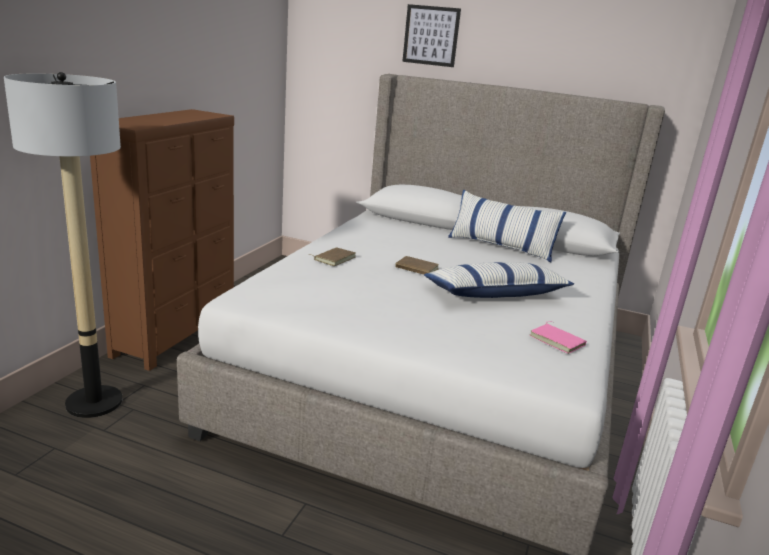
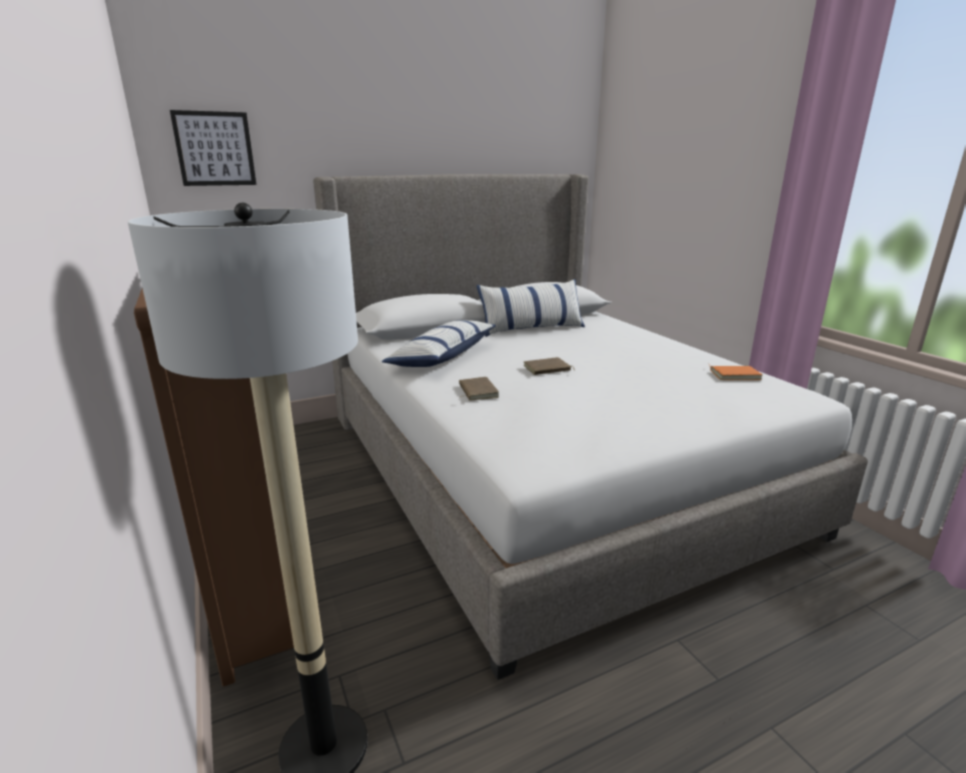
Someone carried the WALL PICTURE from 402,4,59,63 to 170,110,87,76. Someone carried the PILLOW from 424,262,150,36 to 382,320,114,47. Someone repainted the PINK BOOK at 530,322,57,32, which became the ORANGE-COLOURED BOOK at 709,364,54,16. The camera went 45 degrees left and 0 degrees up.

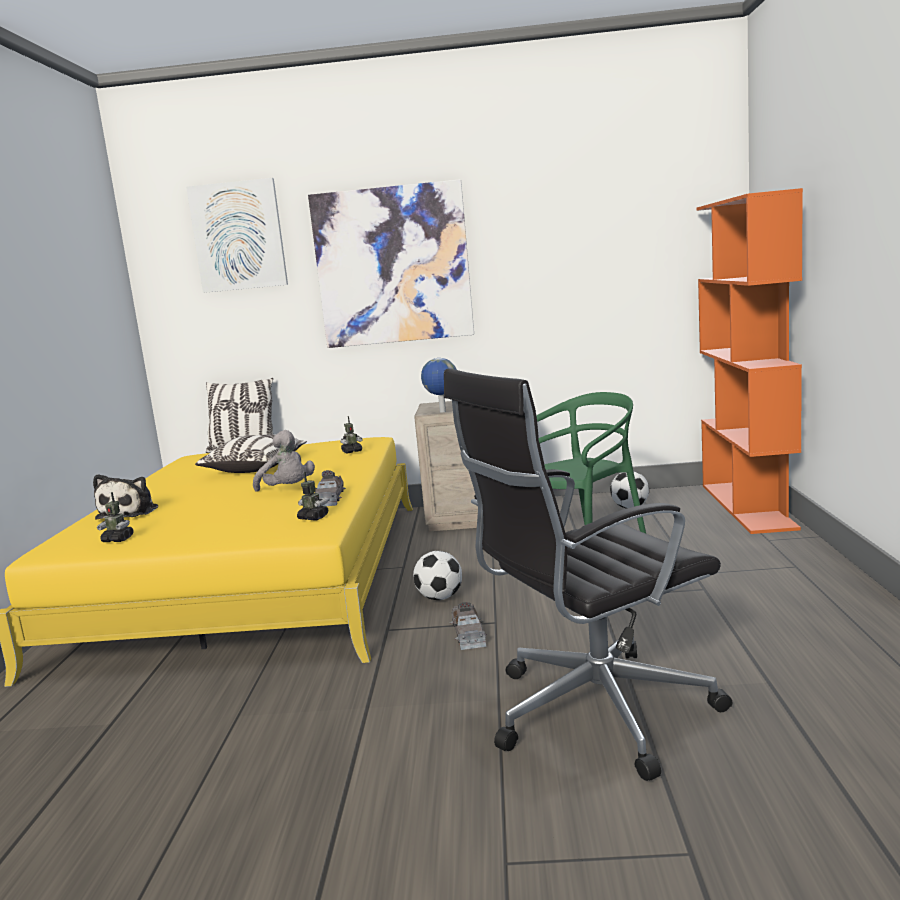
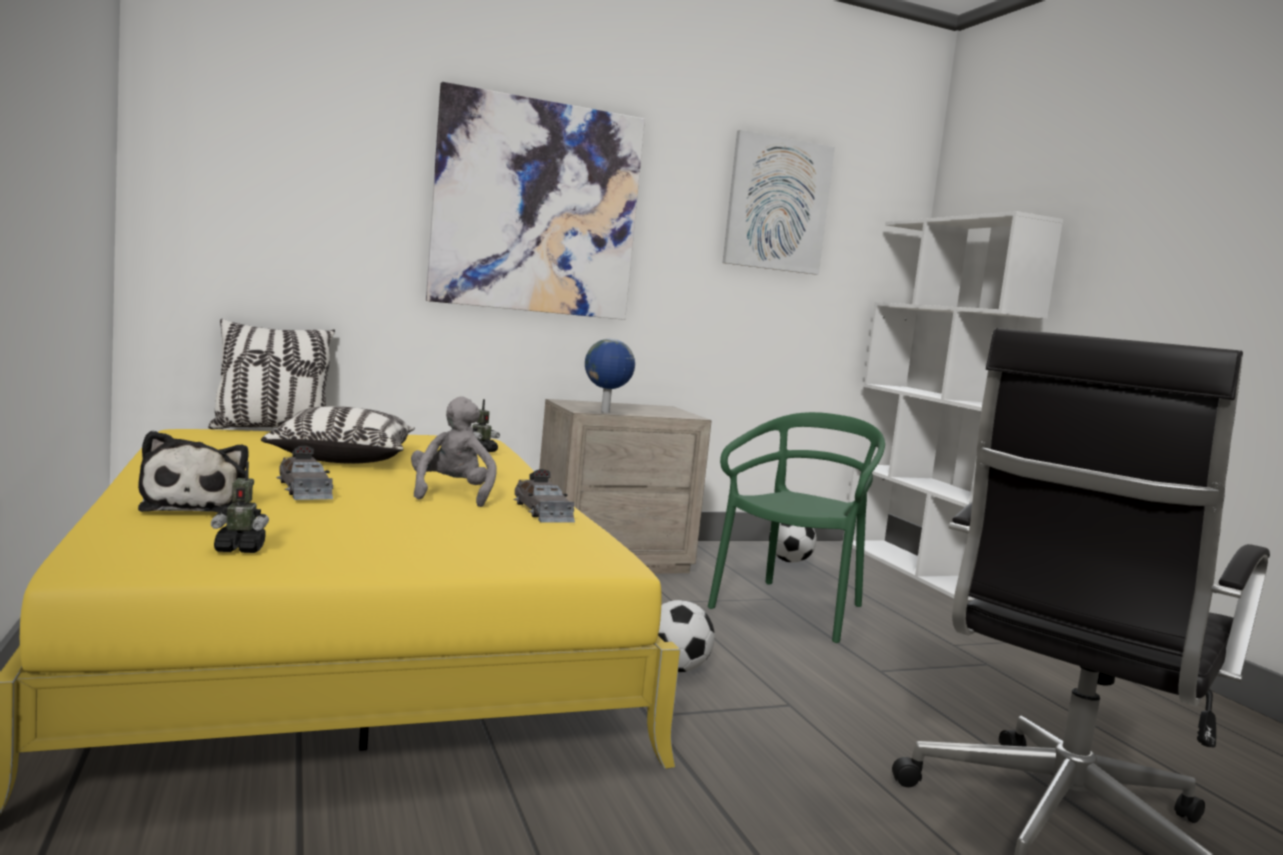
Someone carried the GREYISH TOY CAR from 450,602,37,48 to 276,446,58,54. Someone rotated the GREYISH SOFT TOY at 253,430,62,62 by 120 degrees counterclockwise. Someone carried the WALL PICTURE from 186,178,102,115 to 722,130,113,144. Someone repainted the ORANGE-COLOURED BOOKSHELF at 697,188,106,346, which became the WHITISH BOOKSHELF at 842,211,221,389. Someone took away the MODEL ROBOT at 297,472,31,49. The camera went 25 degrees left and 5 degrees down.

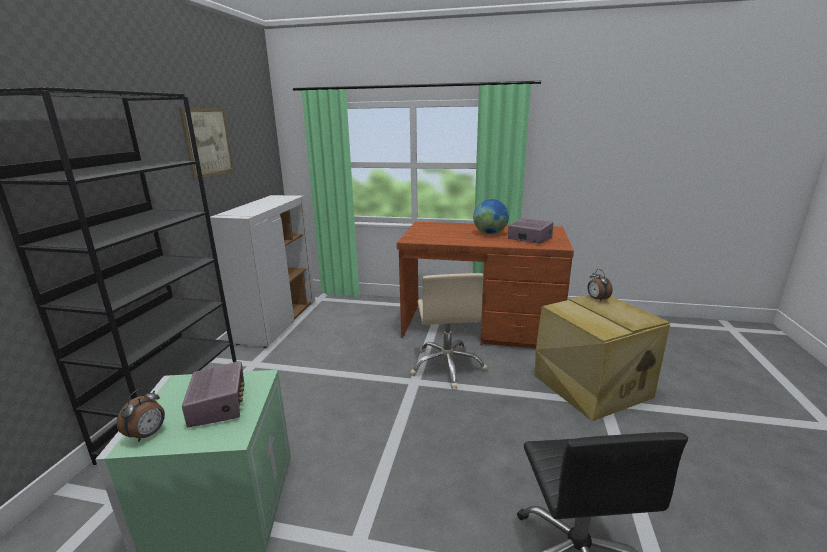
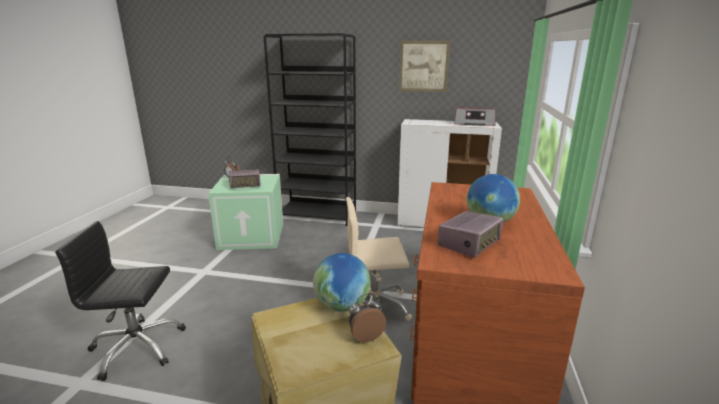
Someone put down the GLOBE at 313,253,57,59. Someone put down the RADIO RECEIVER at 454,108,42,18. The camera went 90 degrees right and 0 degrees up.

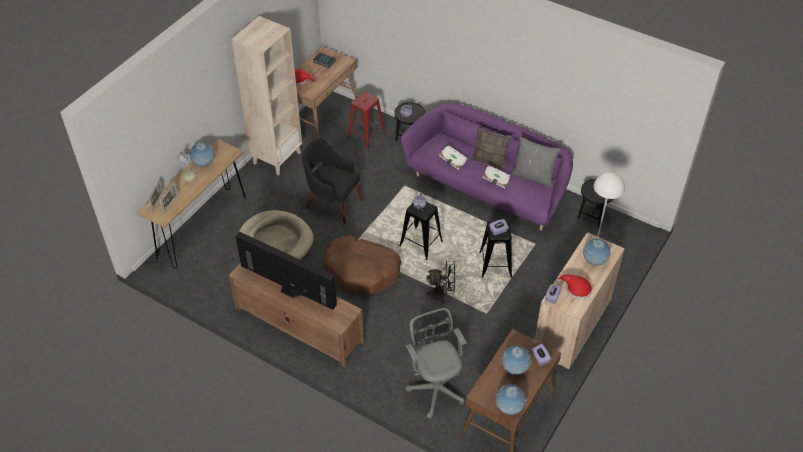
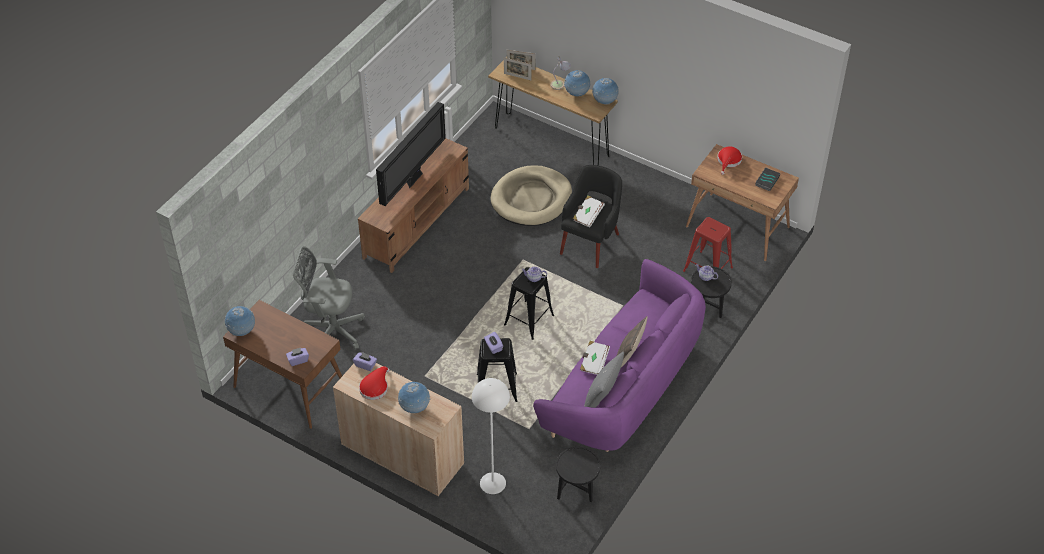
Someone rotated the GREYISH OFFICE CHAIR at 405,308,62,111 by 150 degrees counterclockwise. Someone carried the WHITISH BOOK from 439,145,29,25 to 573,196,32,32. Someone carried the GLOBE from 502,345,29,30 to 592,78,27,27. Someone took away the BEIGE-COLOURED BOOKSHELF at 231,16,71,159. Someone took away the BROWN-COLOURED DOG BED at 323,235,78,60. Someone took away the BLACK COOLING FAN at 425,261,30,43. The camera went 90 degrees right and 0 degrees up.

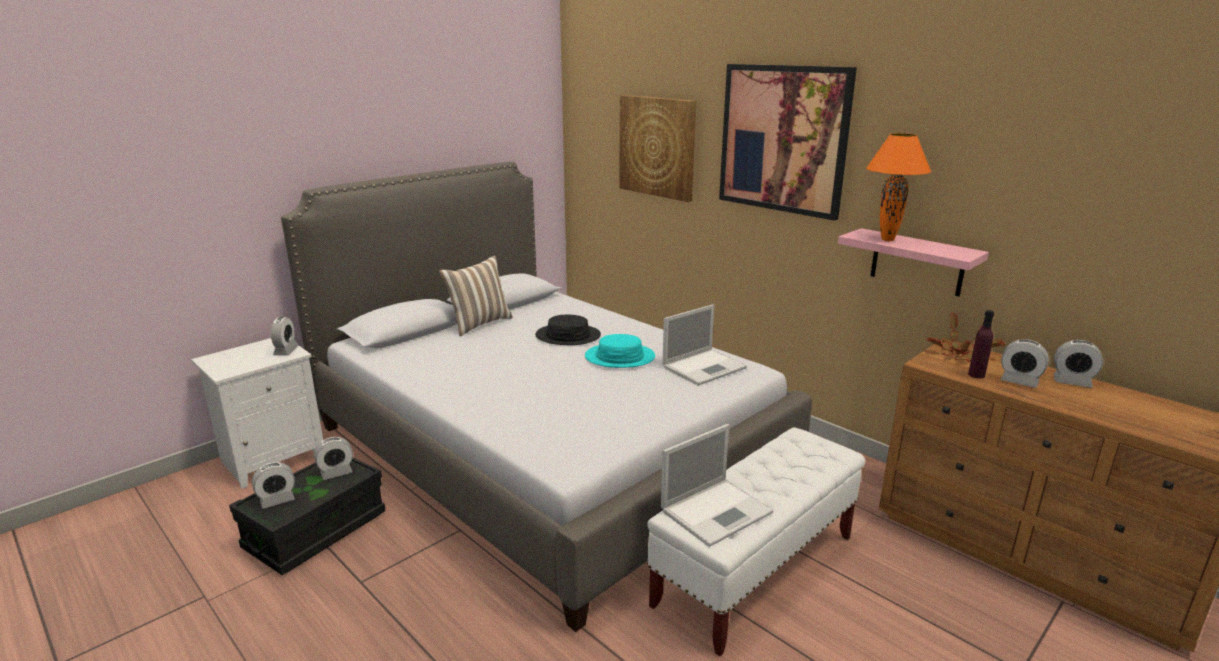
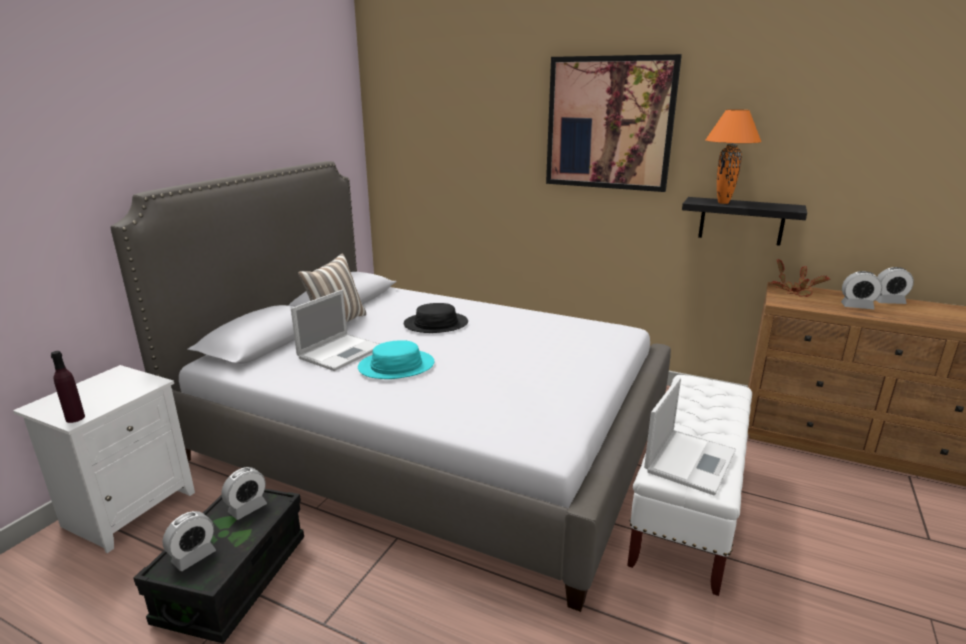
Someone carried the PURPLE DRINK BOTTLE from 968,310,26,69 to 51,351,34,72. Someone carried the PORTABLE COMPUTER from 662,304,85,82 to 291,290,88,81. Someone carried the TURQUOISE WEARABLE HAT from 585,334,70,34 to 358,340,76,39. Someone repainted the PINK WALL SHELF at 838,228,151,68, which became the BLACK WALL SHELF at 682,197,125,49. Someone took away the TABLE CLOCK at 271,317,28,38. Someone took away the WALL PICTURE at 619,95,77,107. The camera went 20 degrees left and 0 degrees up.

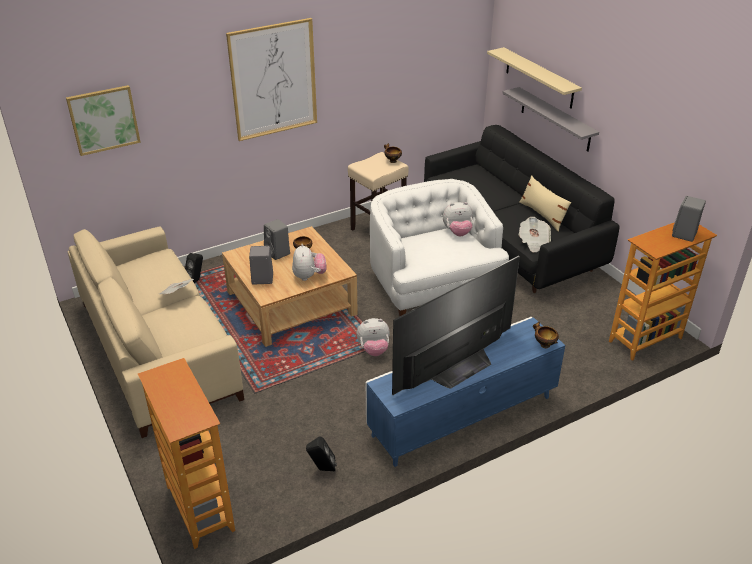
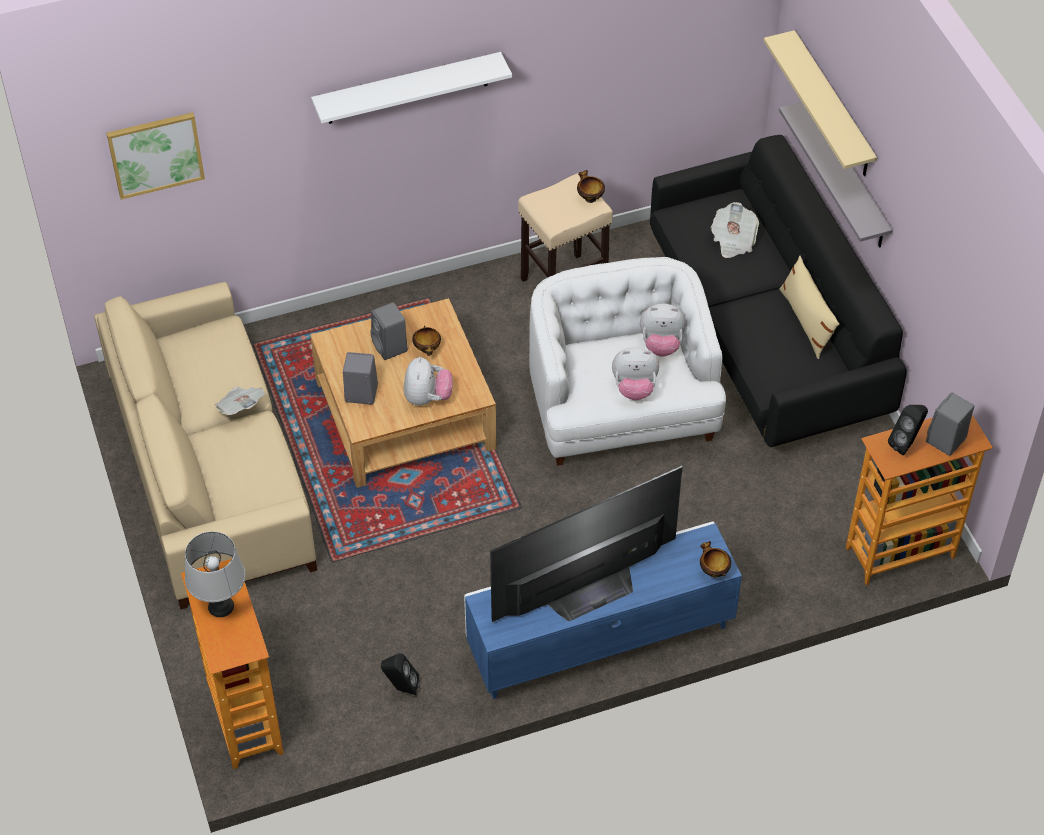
Someone put down the GREYISH LAMP FOR A TABLE at 185,531,60,86. Someone swapped the WALL PICTURE at 226,18,91,123 for the WHITISH WALL SHELF at 311,52,201,72. Someone carried the SOFT TOY from 357,318,33,38 to 612,347,47,53. Someone carried the DAILY PAPER from 519,217,32,36 to 711,202,48,56. Someone carried the BLACK SPEAKER from 185,253,18,30 to 888,405,40,50. The camera went 10 degrees right and 15 degrees up.

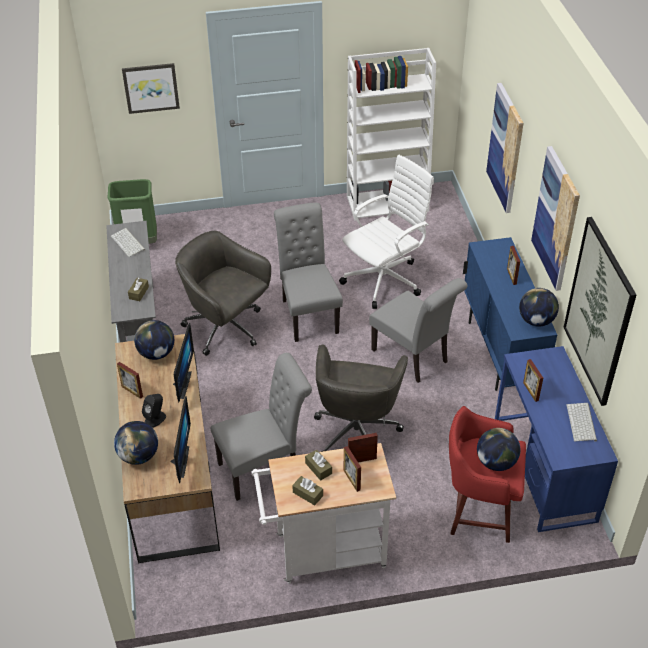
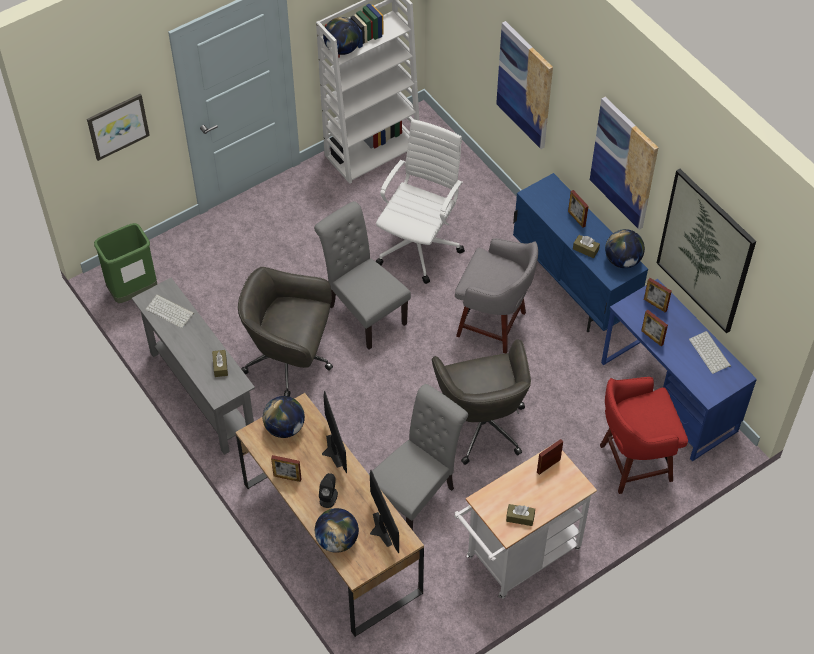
Someone carried the GLOBE from 477,428,44,43 to 323,17,37,38. Someone swapped the GREYISH CHAIR at 369,278,99,105 for the GREYISH STOOL SEAT at 455,238,83,116. Someone carried the BROWN-COLOURED BOX OF TISSUES from 305,450,27,30 to 573,235,27,23. Someone carried the PICTURE FRAME from 344,446,17,46 to 644,278,28,34. The camera went 25 degrees left and 10 degrees up.

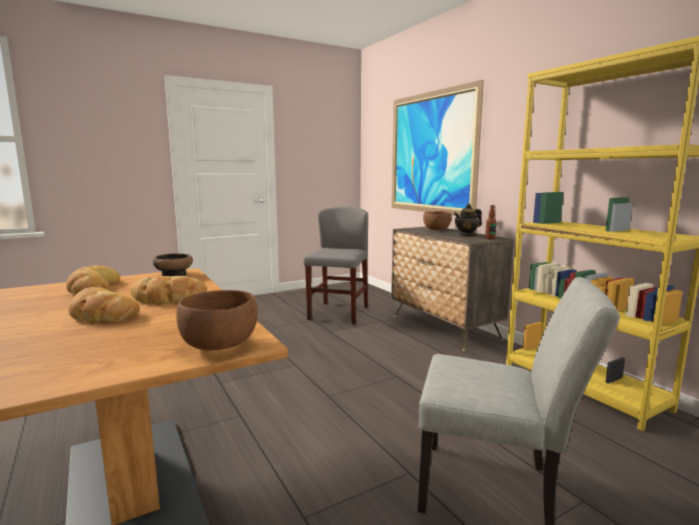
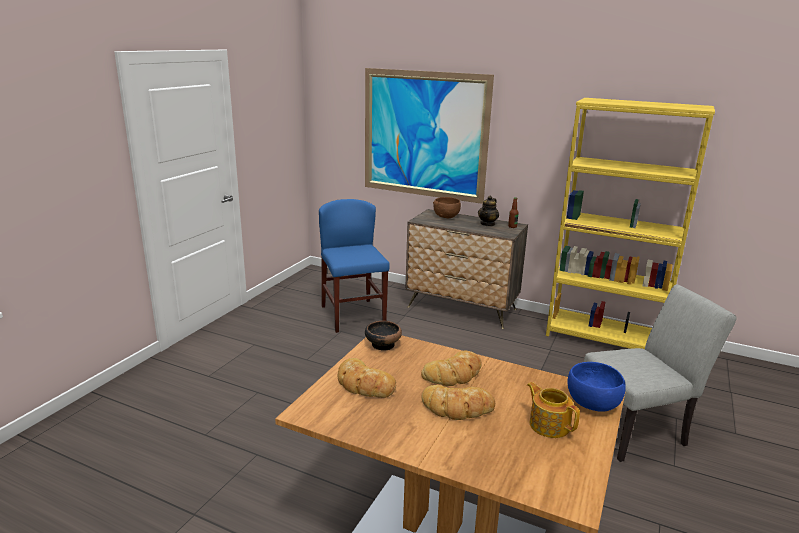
Someone repainted the GREYISH CHAIR at 303,207,65,117, which became the BLUISH CHAIR at 319,199,71,134. Someone put down the TEAPOT at 527,382,53,56. Someone repainted the BROWN-COLOURED BOWL at 176,290,82,60, which became the BLUISH BOWL at 567,362,59,50. The camera went 35 degrees left and 10 degrees up.

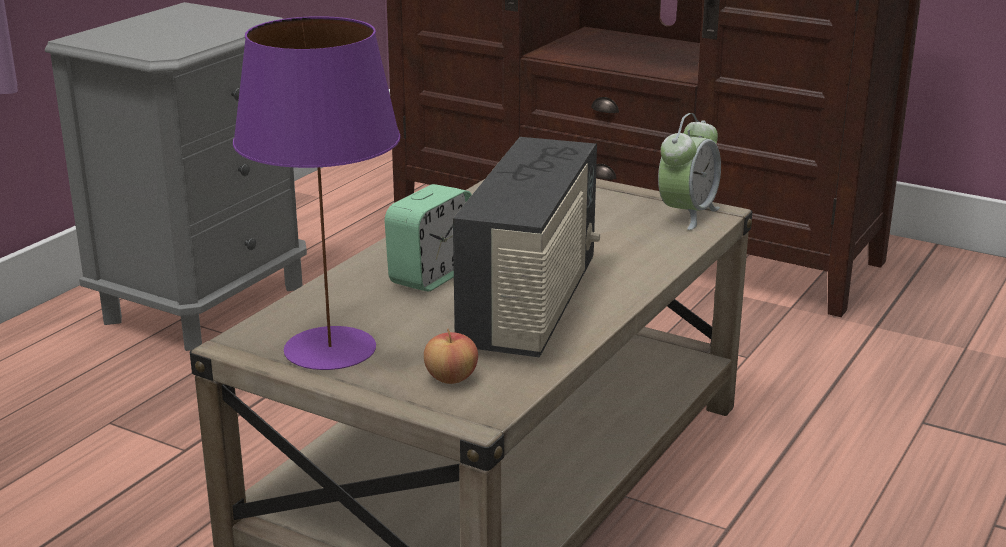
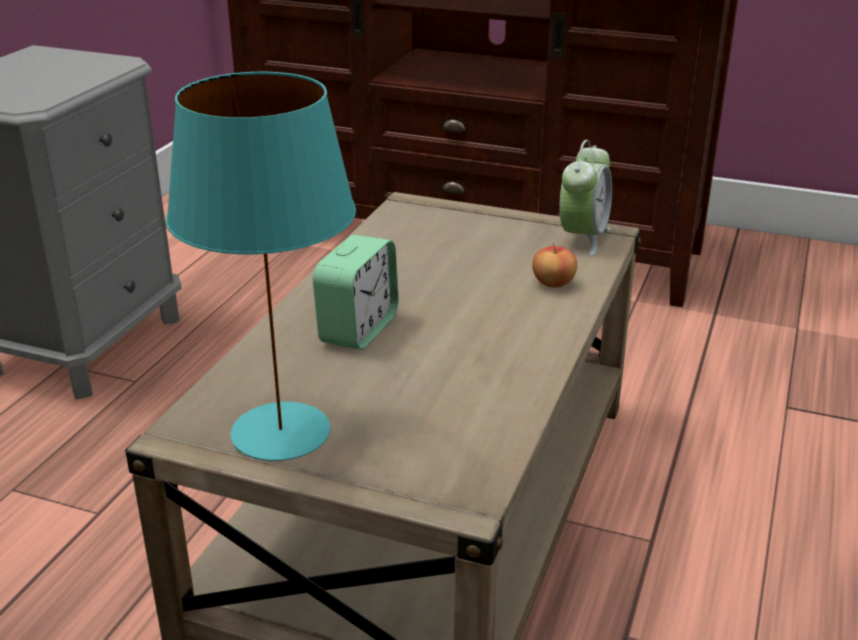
Someone repainted the PURPLE LAMP FOR A TABLE at 233,16,168,354, which became the TURQUOISE LAMP FOR A TABLE at 166,72,190,389. Someone carried the APPLE FRUIT from 424,329,54,55 to 532,243,45,45. Someone took away the RADIO RECEIVER at 453,137,147,221. The camera went 10 degrees left and 5 degrees up.

